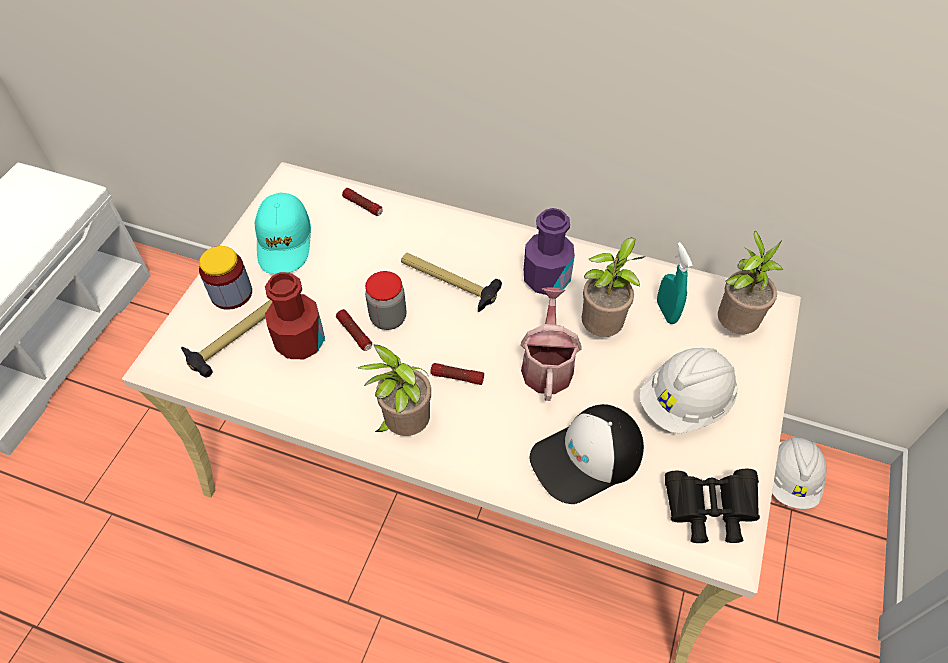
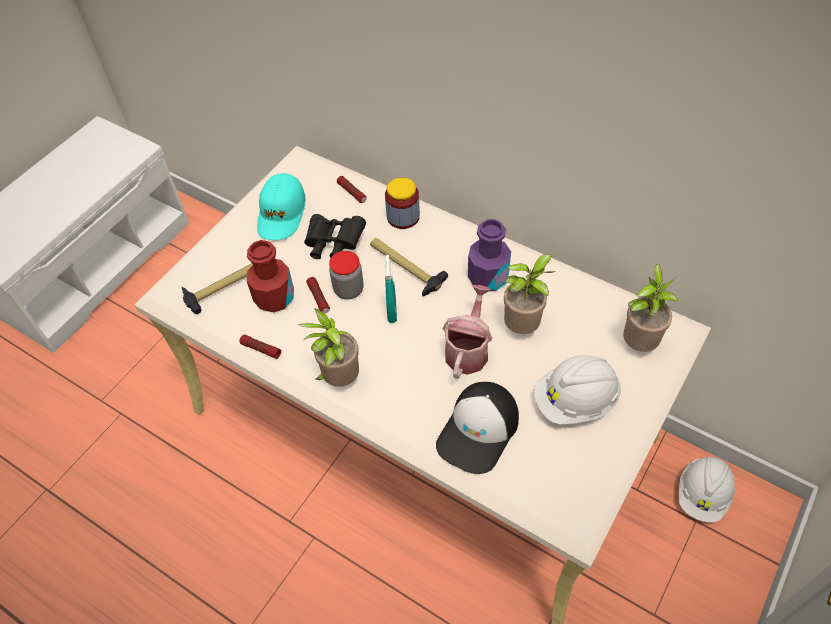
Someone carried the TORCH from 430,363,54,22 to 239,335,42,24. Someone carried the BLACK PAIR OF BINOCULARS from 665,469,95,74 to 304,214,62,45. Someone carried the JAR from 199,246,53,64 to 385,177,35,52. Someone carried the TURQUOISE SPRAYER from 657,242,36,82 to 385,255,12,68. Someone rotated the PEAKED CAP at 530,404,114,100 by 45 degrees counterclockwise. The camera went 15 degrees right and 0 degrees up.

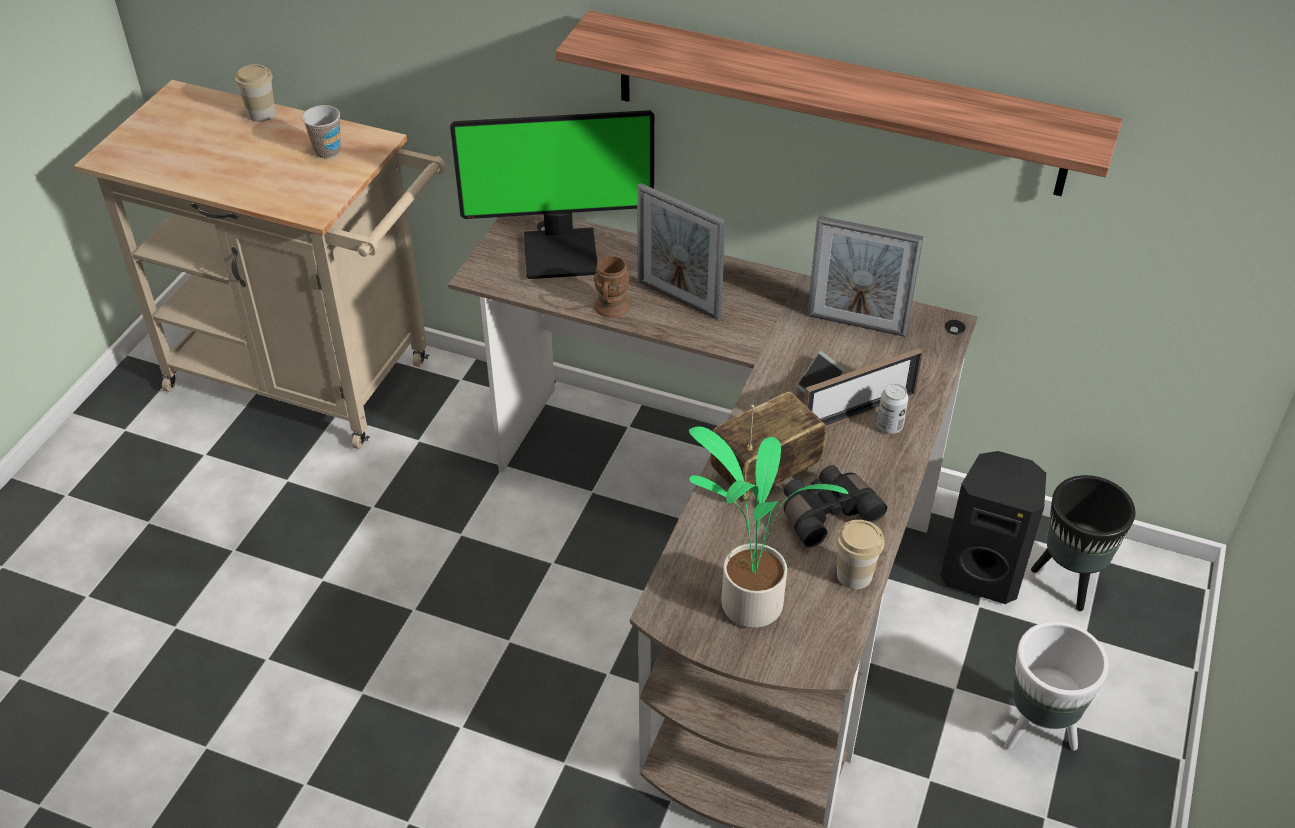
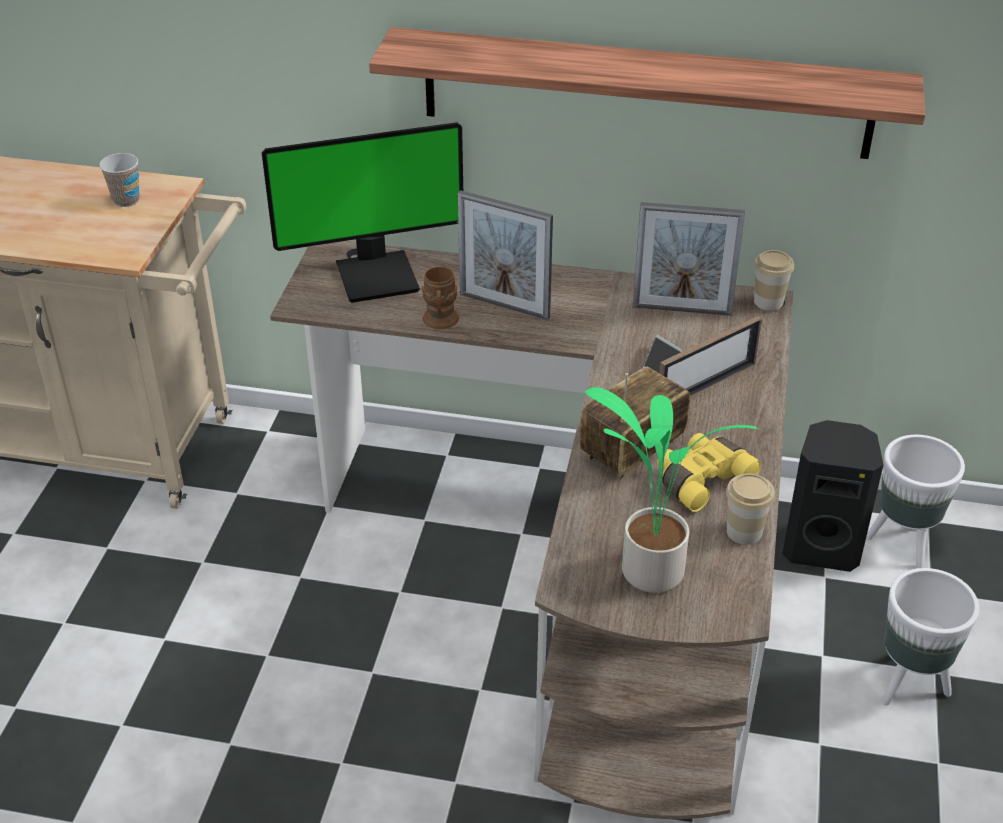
Someone repainted the BLACK PAIR OF BINOCULARS at 784,465,103,83, which became the YELLOWISH PAIR OF BINOCULARS at 657,433,104,79. Someone carried the CUP from 235,64,41,58 to 754,250,40,61. Someone repainted the BLACK FLOWER POT at 1031,475,105,136, which became the WHITISH FLOWER POT at 866,435,99,133. Someone took away the CAN at 877,384,32,50. The camera went 10 degrees left and 5 degrees down.

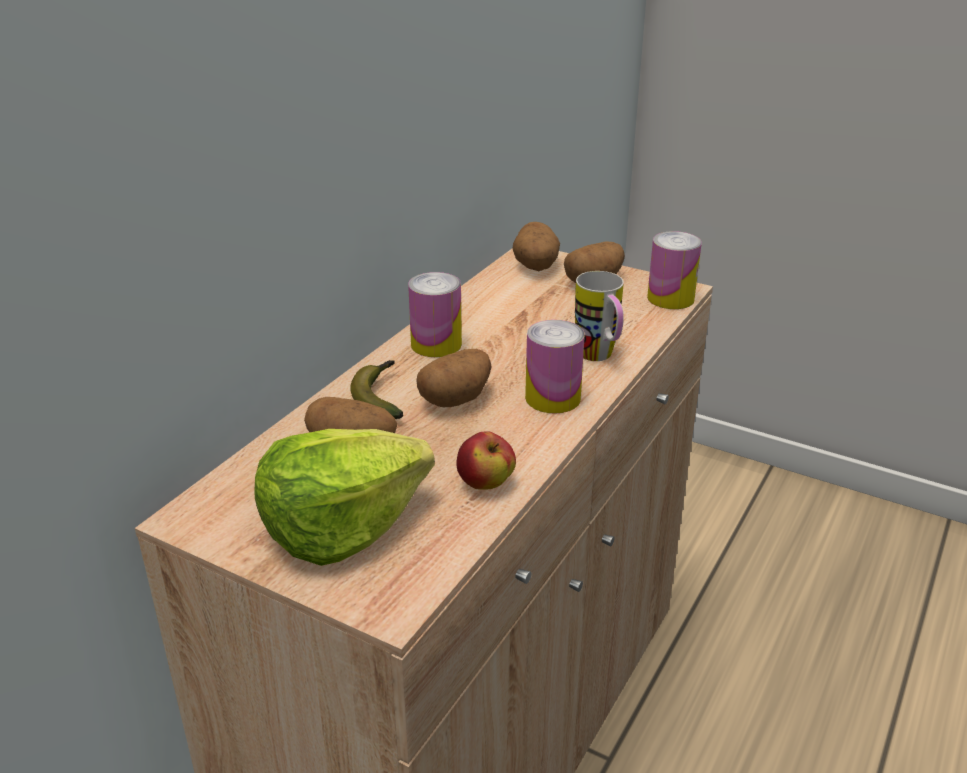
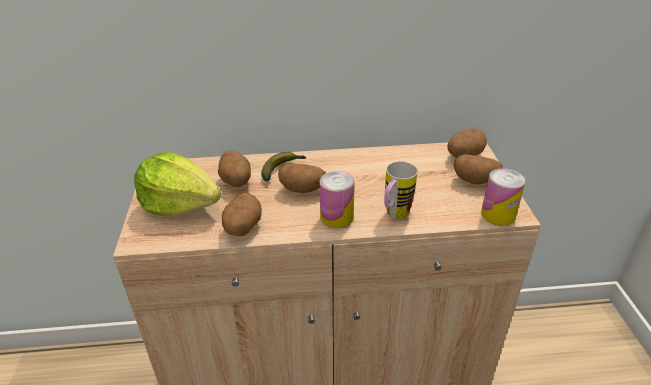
Someone swapped the APPLE FRUIT at 456,431,60,58 for the POTATO at 222,193,40,43. Someone took away the CAN at 408,272,54,85. The camera went 55 degrees right and 5 degrees up.

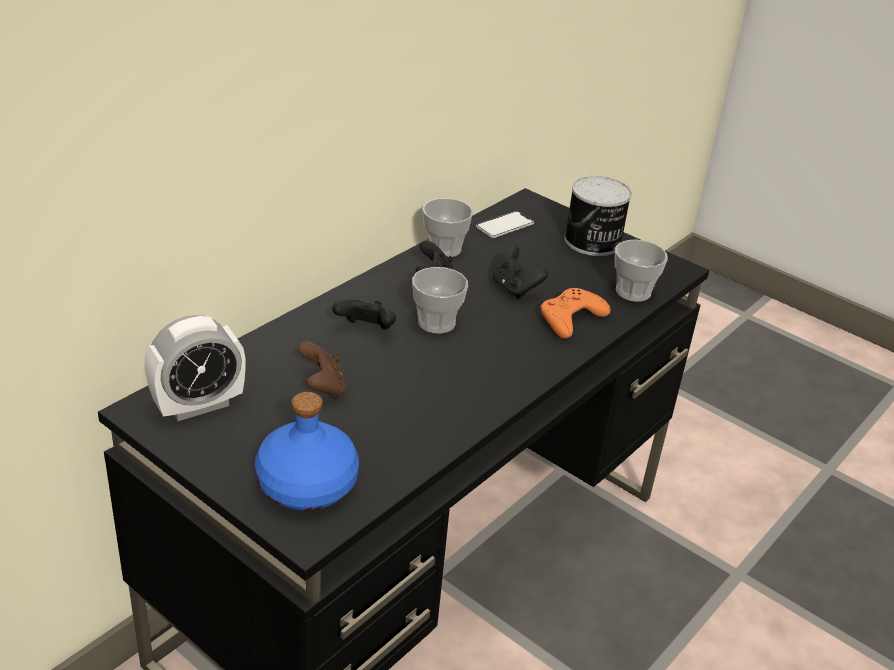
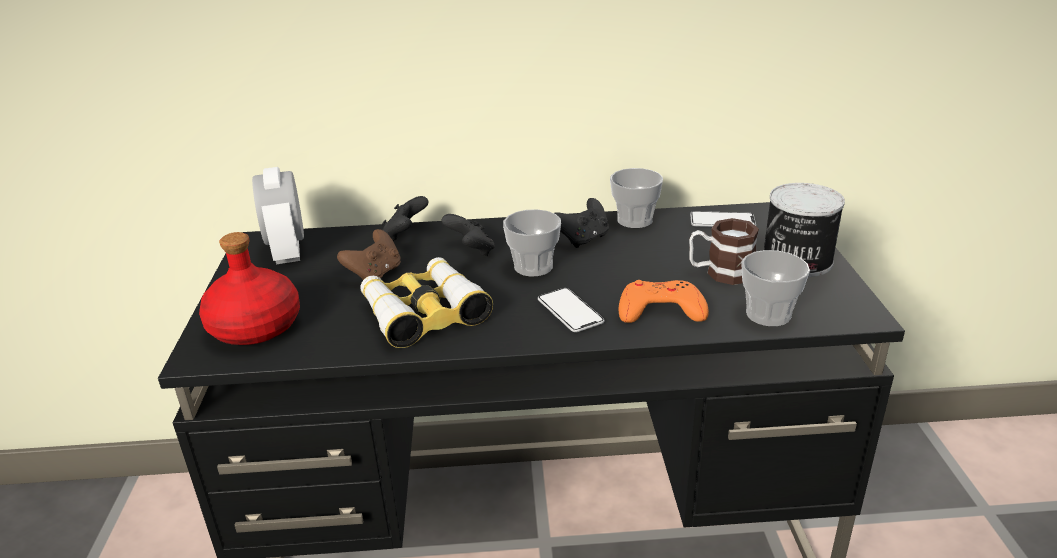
Someone repainted the BLUISH DRINK BOTTLE at 255,392,104,119, which became the RED DRINK BOTTLE at 199,232,101,113. Someone rotated the TABLE CLOCK at 145,315,101,106 by 60 degrees clockwise. Someone put down the PAIR OF BINOCULARS at 360,257,133,91. Someone carried the BLACK JOYPAD from 492,246,56,53 to 382,196,46,45. Someone put down the PHONE at 538,288,67,44. Someone put down the TEA MUG at 689,218,70,67. The camera went 50 degrees right and 5 degrees down.

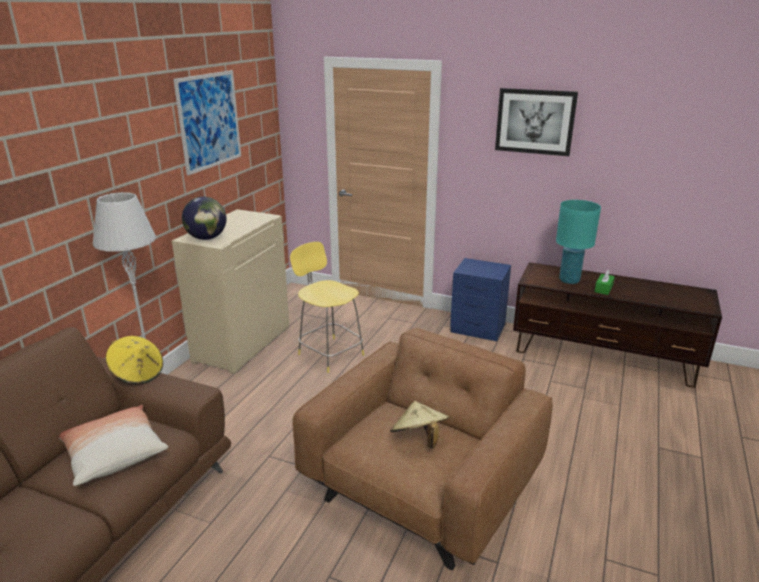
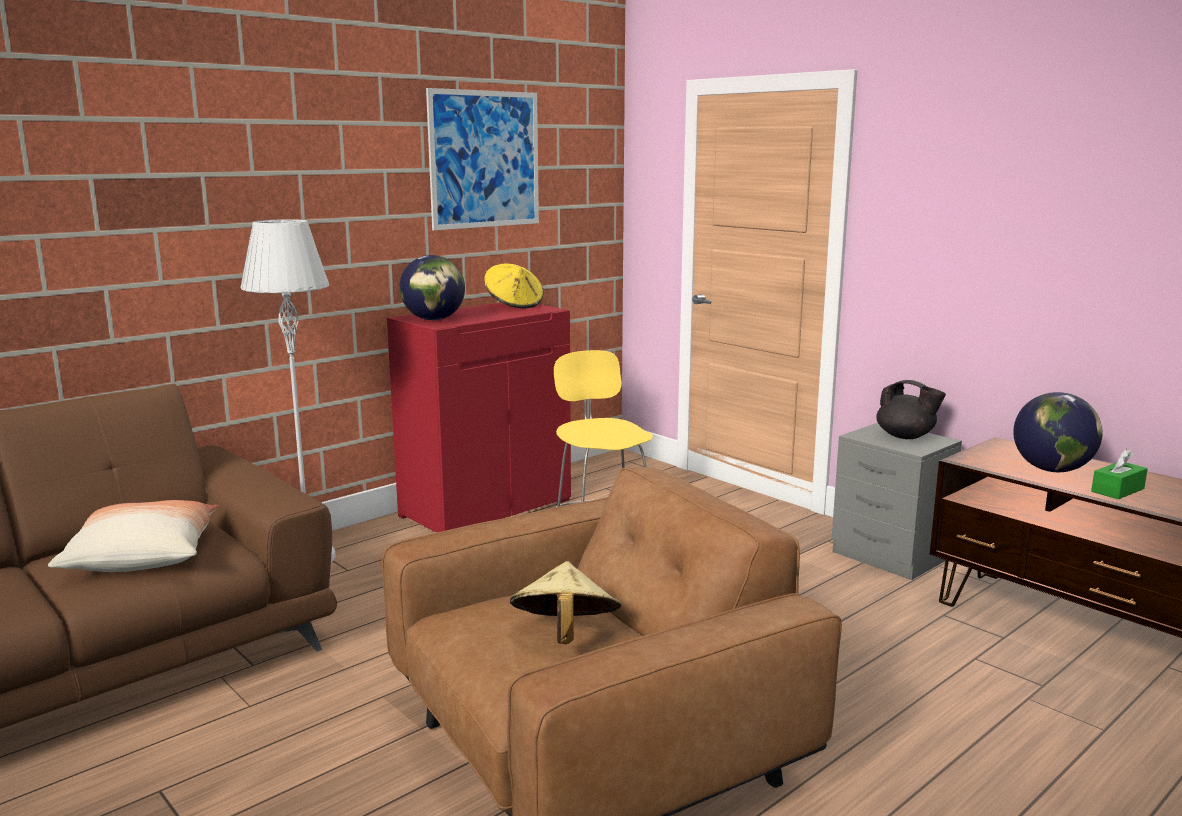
Someone repainted the BEIGE-COLOURED STORAGE CABINET at 172,209,118,165, which became the RED STORAGE CABINET at 387,303,184,230. Someone carried the YELLOWISH WEARABLE HAT from 106,336,57,48 to 484,264,59,44. Someone repainted the BLUISH NIGHTSTAND at 450,258,61,83, which became the GREYISH NIGHTSTAND at 832,423,130,157. Someone put down the BLACK TEAPOT at 876,380,70,59. Someone swapped the TURQUOISE LAMP FOR A TABLE at 556,200,45,84 for the GLOBE at 1013,392,89,80. Someone took away the WALL PICTURE at 495,88,83,68. The camera went 25 degrees right and 10 degrees down.

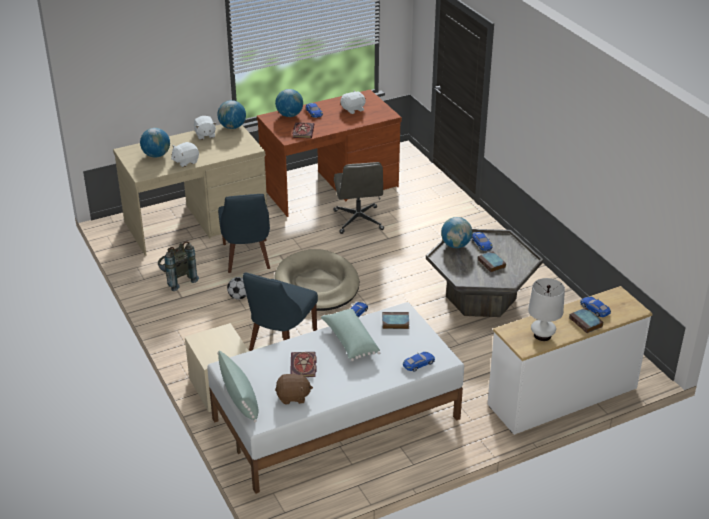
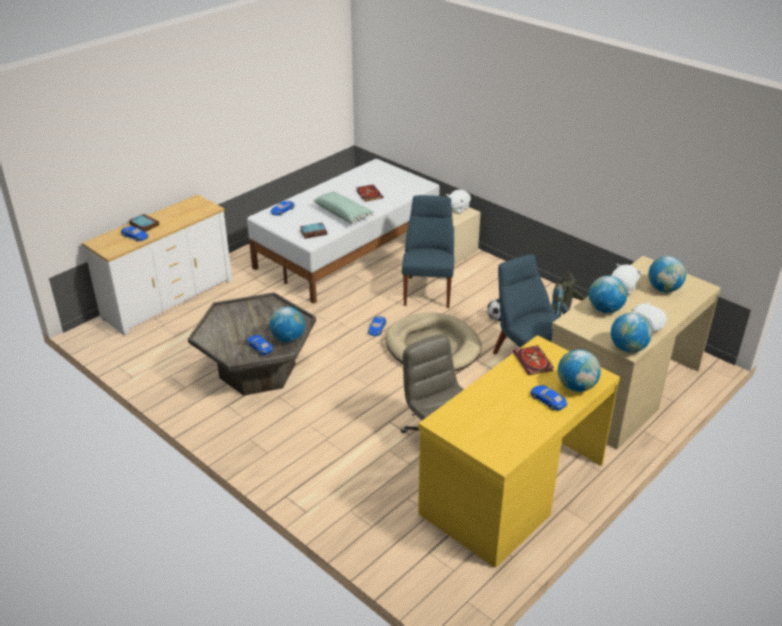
Someone repainted the BROWN-COLOURED DESK UNIT at 257,90,145,127, which became the YELLOWISH DESK UNIT at 418,335,202,233. Someone carried the WHITISH SOFT TOY from 340,91,26,23 to 446,190,25,24. Someone put down the GLOBE at 589,276,38,37. Someone took away the GREEN-COLOURED PILLOW at 217,351,42,72. Someone took away the BROWN-COLOURED SOFT TOY at 275,371,38,34. Someone took away the BOOK at 478,251,28,21. Someone took away the WHITISH LAMP FOR A TABLE at 528,278,37,63. The camera went 160 degrees right and 0 degrees up.

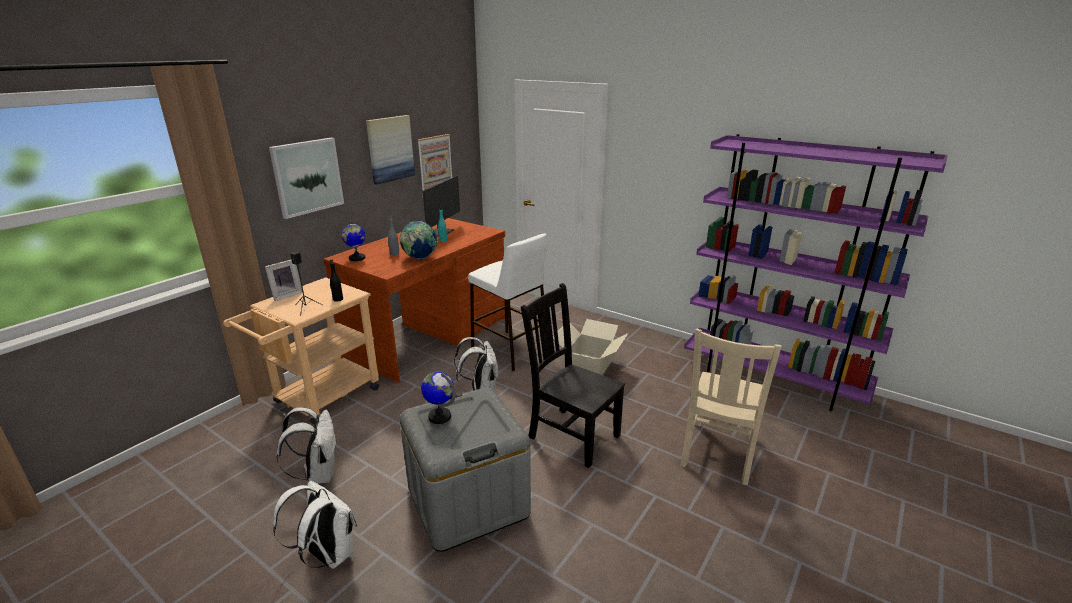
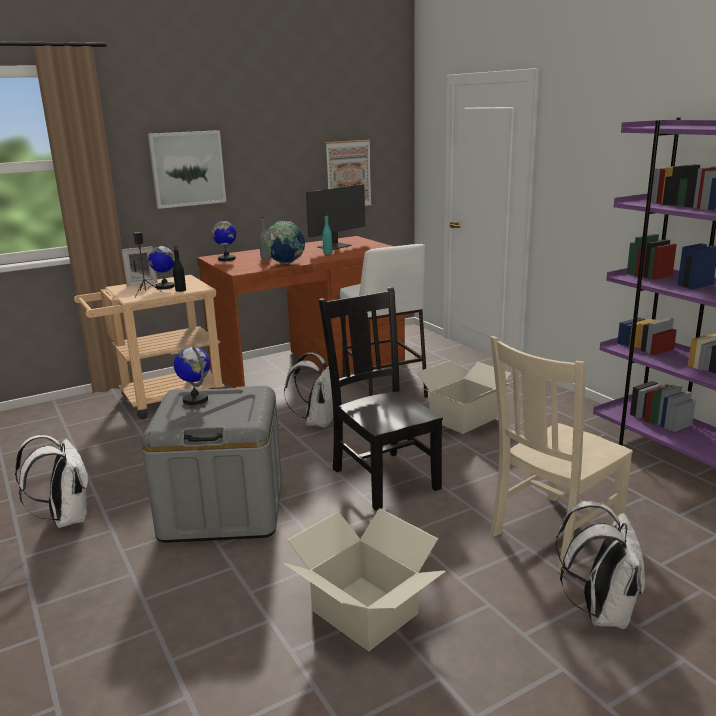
Someone put down the GLOBE at 148,243,27,46. Someone put down the CARTON at 284,508,162,144. Someone carried the WHITISH KNAPSACK from 277,407,61,77 to 556,501,89,128. Someone took away the WALL PICTURE at 366,115,49,70. The camera went 25 degrees right and 5 degrees down.

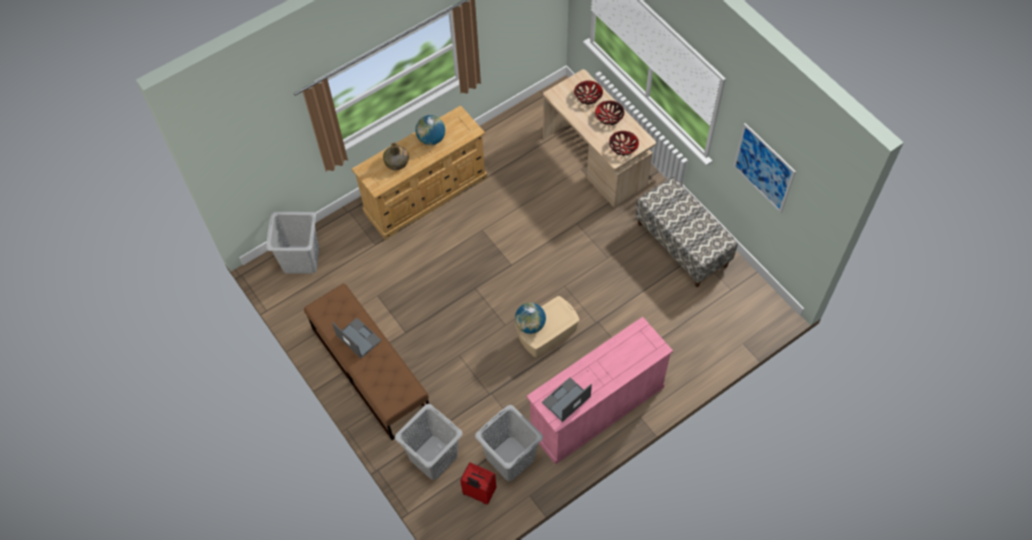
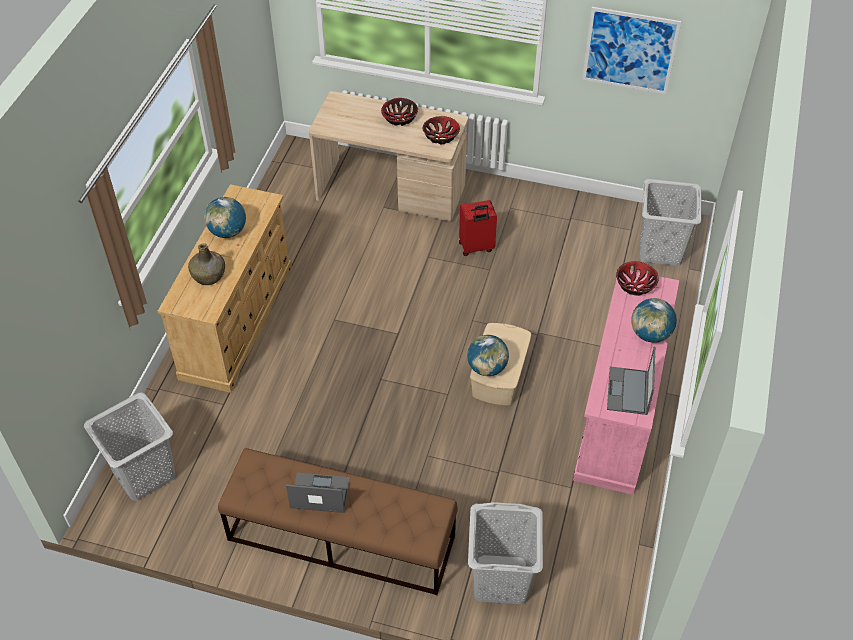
Someone carried the RED PIECE OF LUGGAGE from 460,463,36,42 to 459,200,38,56. Someone carried the BOWL from 574,80,29,25 to 616,261,42,35. Someone put down the GLOBE at 631,298,46,45. Someone carried the GREYISH WASHING BASKET from 475,405,68,76 to 639,179,62,87. Someone took away the BENCH at 635,177,103,110. The camera went 40 degrees left and 10 degrees down.

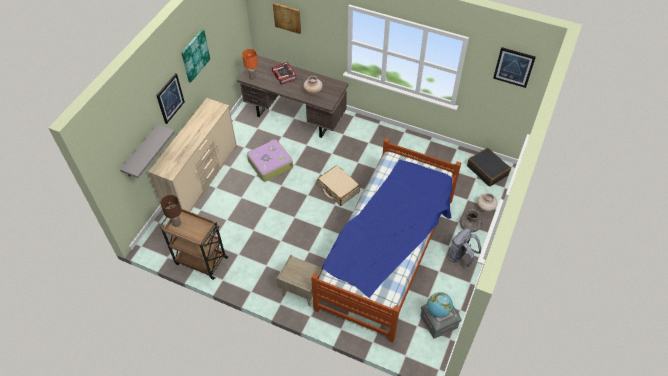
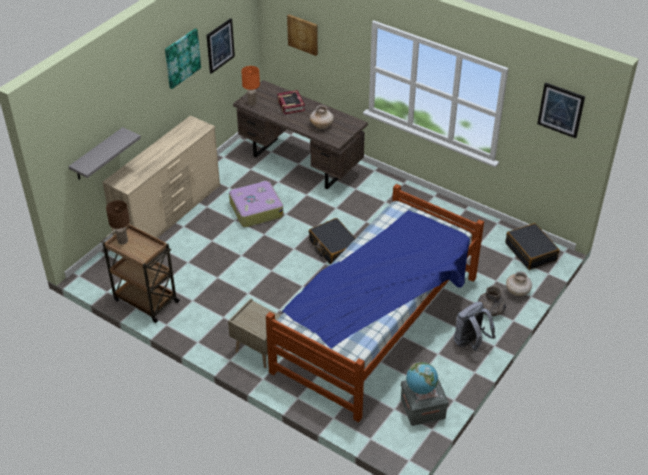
Someone carried the WALL PICTURE from 156,73,29,51 to 206,18,29,56. Someone repainted the BEIGE-COLOURED PIECE OF LUGGAGE at 317,165,43,41, which became the BLACK PIECE OF LUGGAGE at 309,218,47,46. The camera went 10 degrees right and 10 degrees down.

